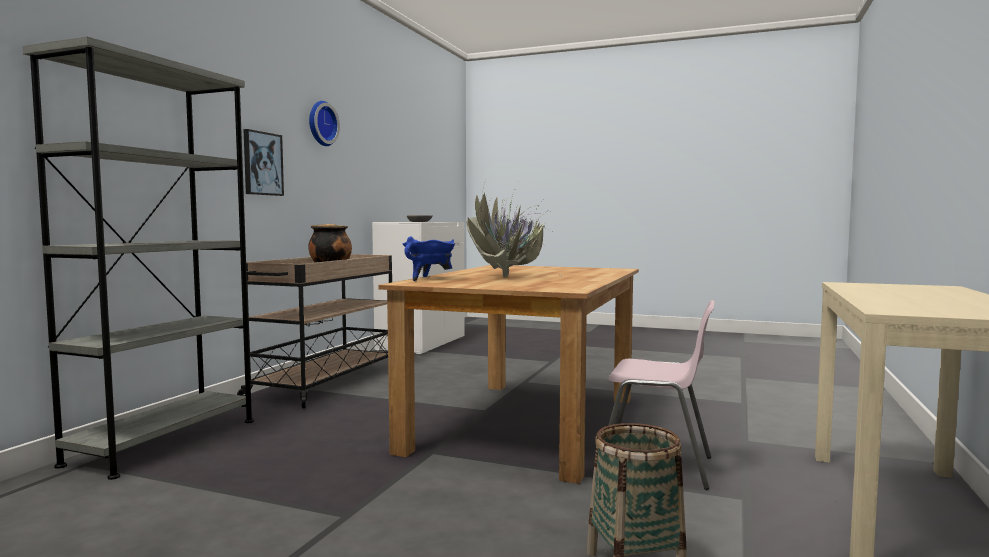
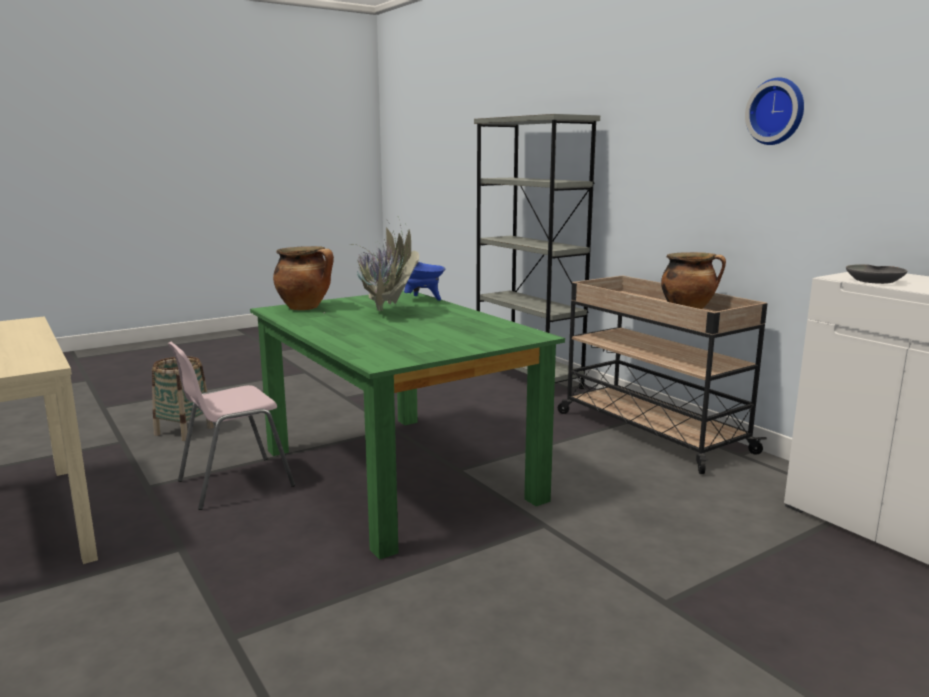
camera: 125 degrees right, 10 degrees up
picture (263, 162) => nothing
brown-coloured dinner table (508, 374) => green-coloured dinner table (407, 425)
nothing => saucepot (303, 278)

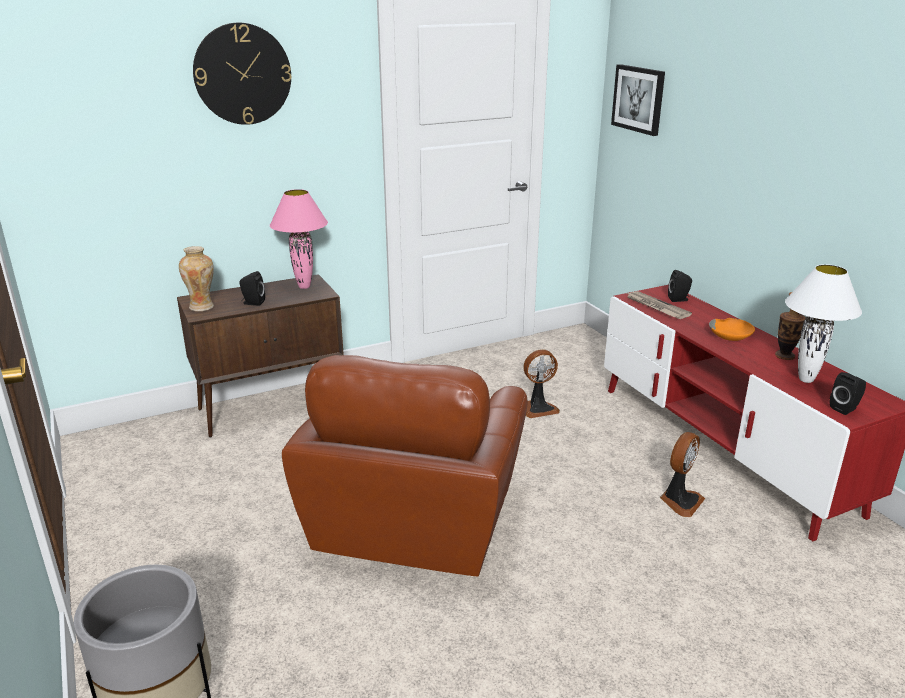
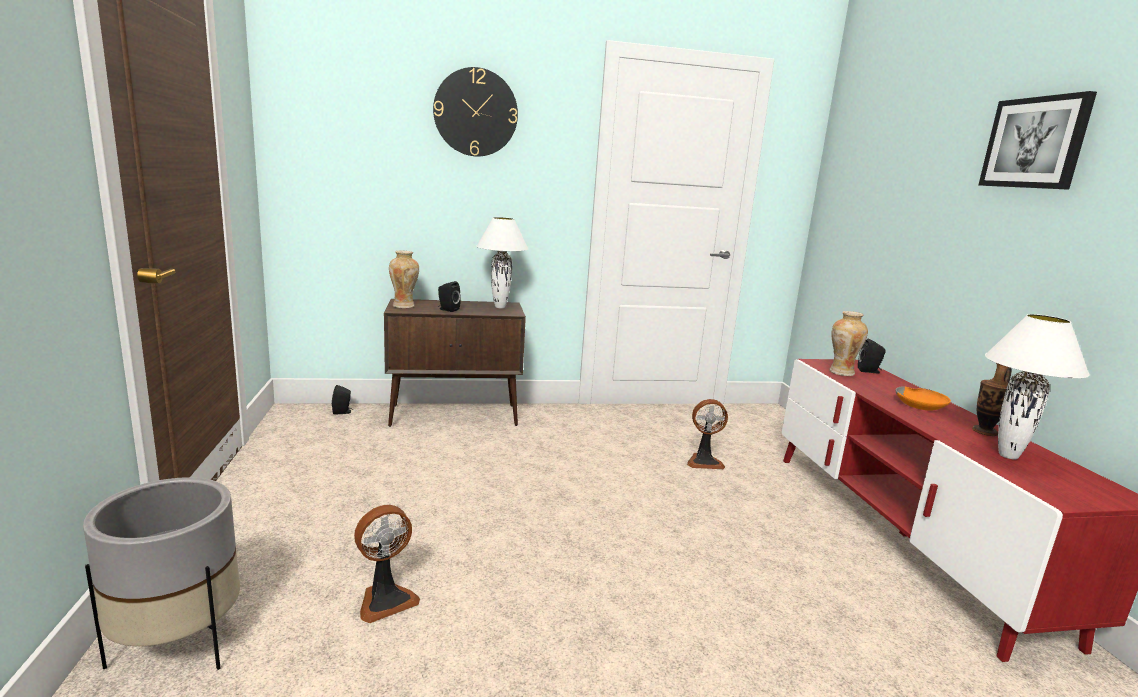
camera: 15 degrees right, 10 degrees down
pink table lamp (299, 239) => white table lamp (502, 262)
brown-coloured lounge chair (405, 465) => nothing
picture (638, 100) => picture (1037, 140), shifted
newspaper (659, 305) => decorative vase (848, 343)
fan (682, 474) => fan (387, 564), shifted
black-coloured audio speaker (848, 393) => black-coloured audio speaker (342, 400), shifted

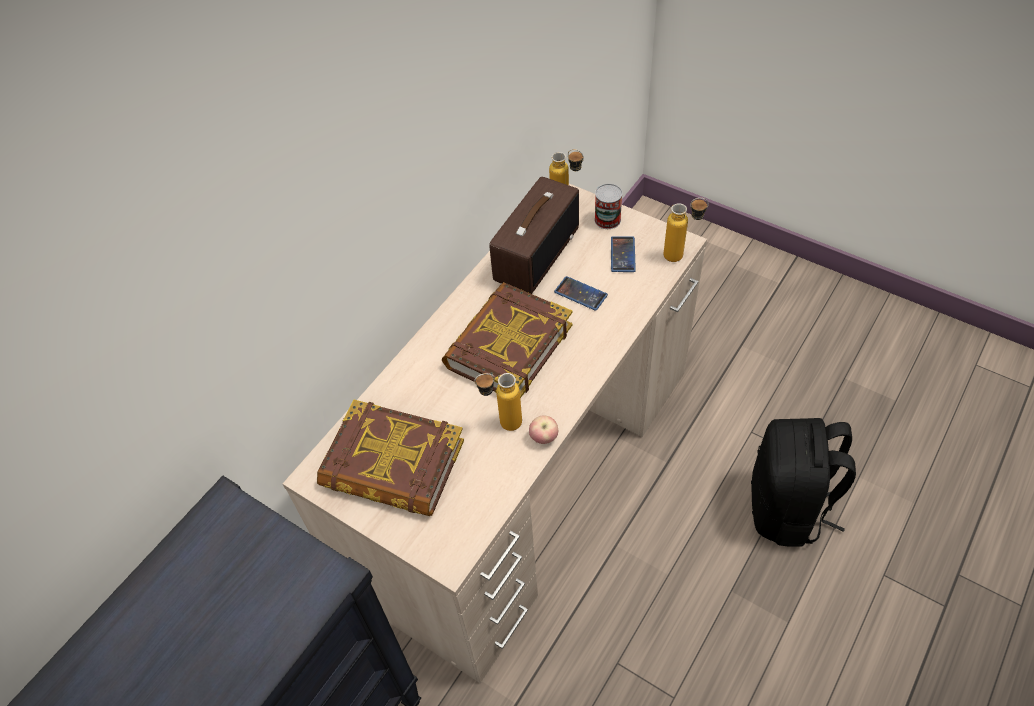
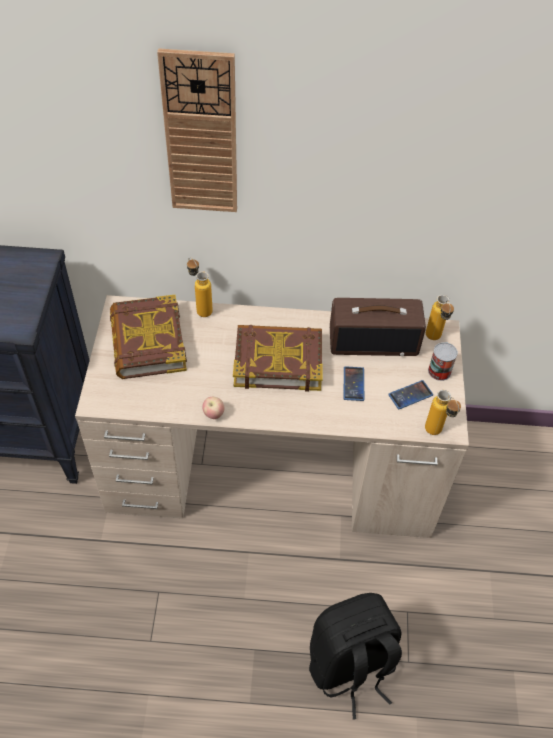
camera: 55 degrees right, 0 degrees up
bottle (498, 402) => bottle (200, 287), shifted
nothing => wall clock (197, 130)

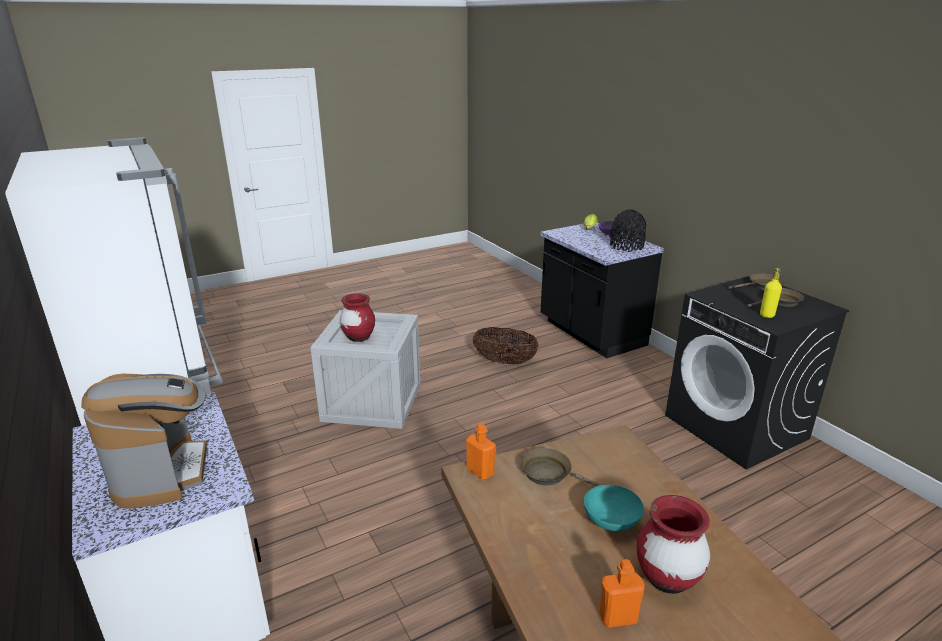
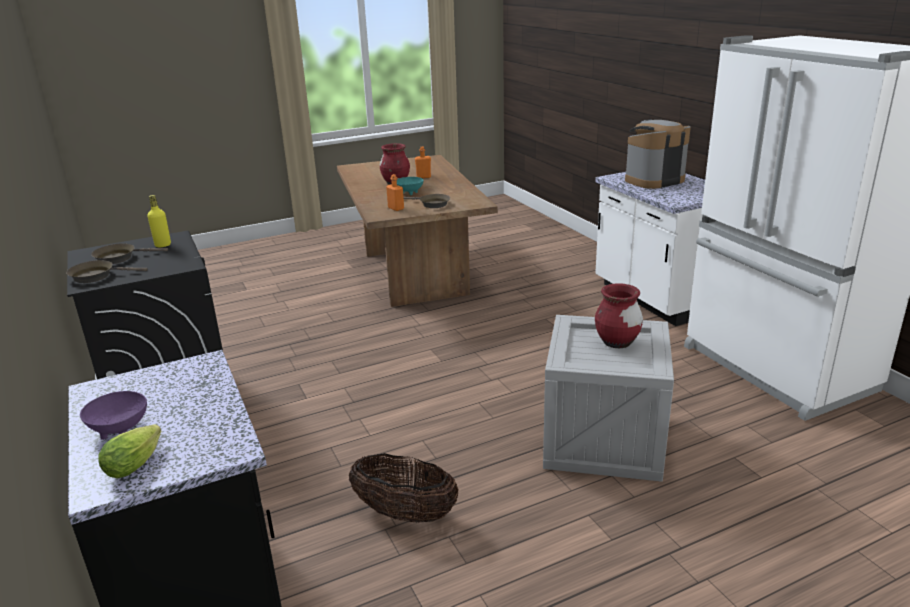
camera: 175 degrees left, 0 degrees up
coffee machine (144, 441) => coffee machine (658, 154), 75 degrees clockwise
orangey bottle (480, 451) => orangey bottle (395, 192), shifted
black-coloured decorative vase (628, 230) => nothing

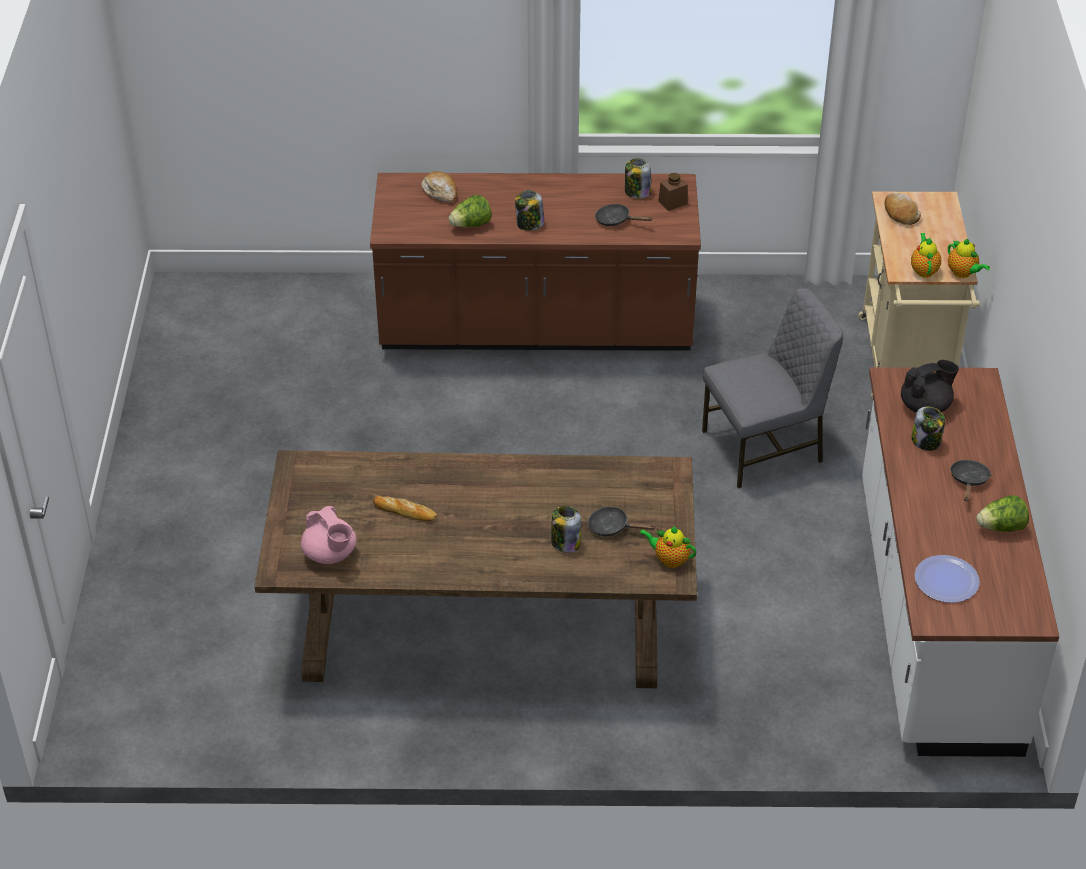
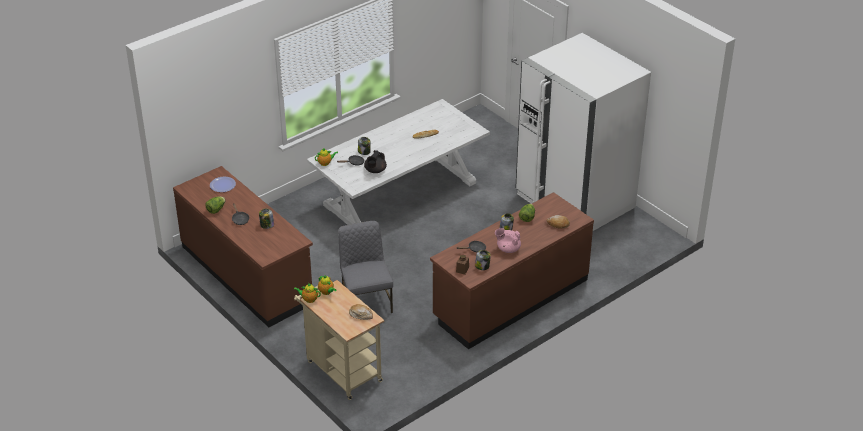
camera: 140 degrees right, 5 degrees down
brown-coloured dinner table (475, 569) => white dinner table (398, 162)
pink teapot (329, 535) => pink teapot (508, 240), shifted
gray chair (772, 388) => gray chair (365, 267), 135 degrees clockwise
white counter (960, 562) => brown-coloured counter (243, 246)
black-coloured teapot (930, 386) => black-coloured teapot (375, 161), shifted
nothing => white refrigerator (583, 132)

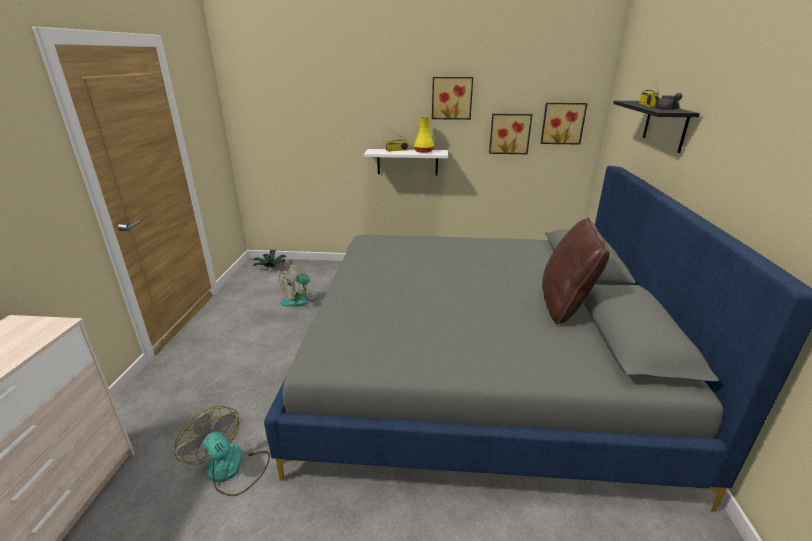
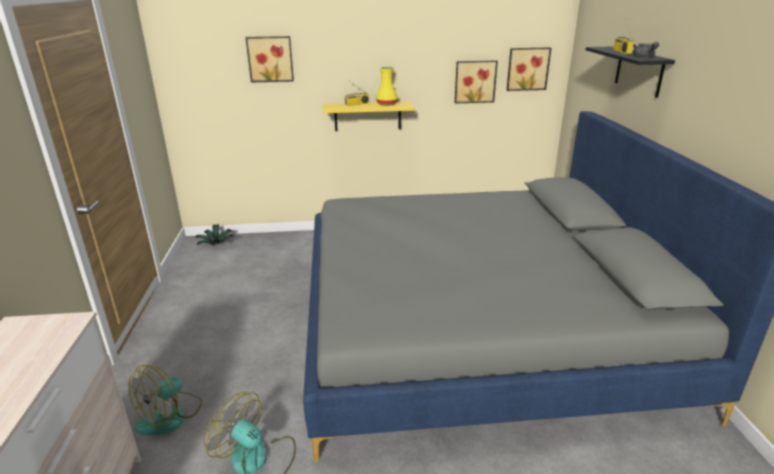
camera: 10 degrees left, 0 degrees up
fan (299, 284) => fan (165, 400), shifted
white bracket shelf (406, 162) => yellowish bracket shelf (369, 116)
picture (452, 98) => picture (269, 59), shifted
brown-coloured pillow (576, 271) => nothing

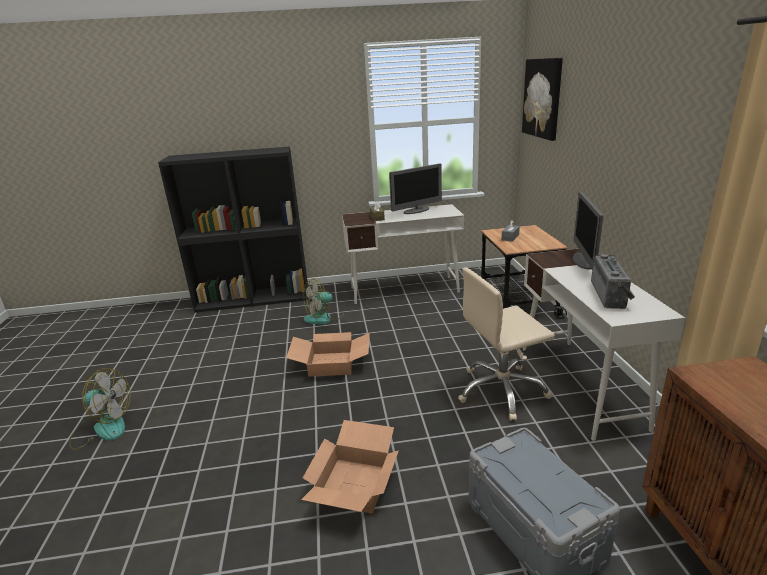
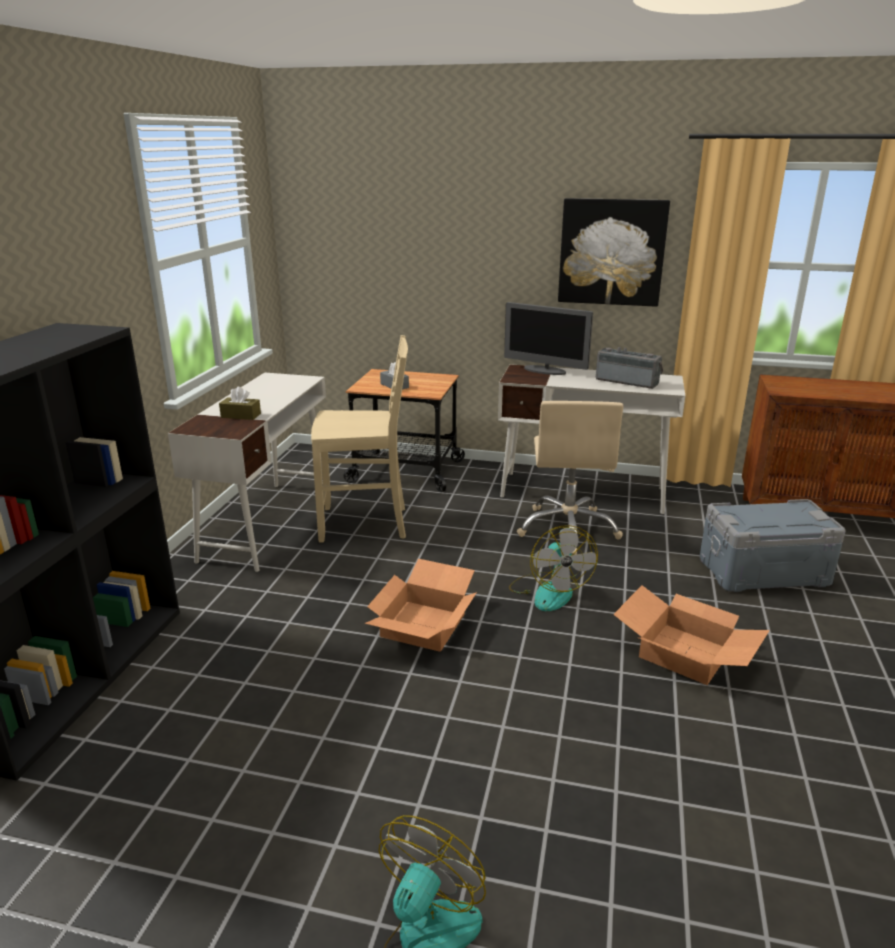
camera: 70 degrees left, 0 degrees up
fan (324, 301) => fan (553, 568), shifted
computer screen (415, 188) => nothing
picture (542, 99) => picture (614, 252), shifted
nothing => beige chair (359, 439)

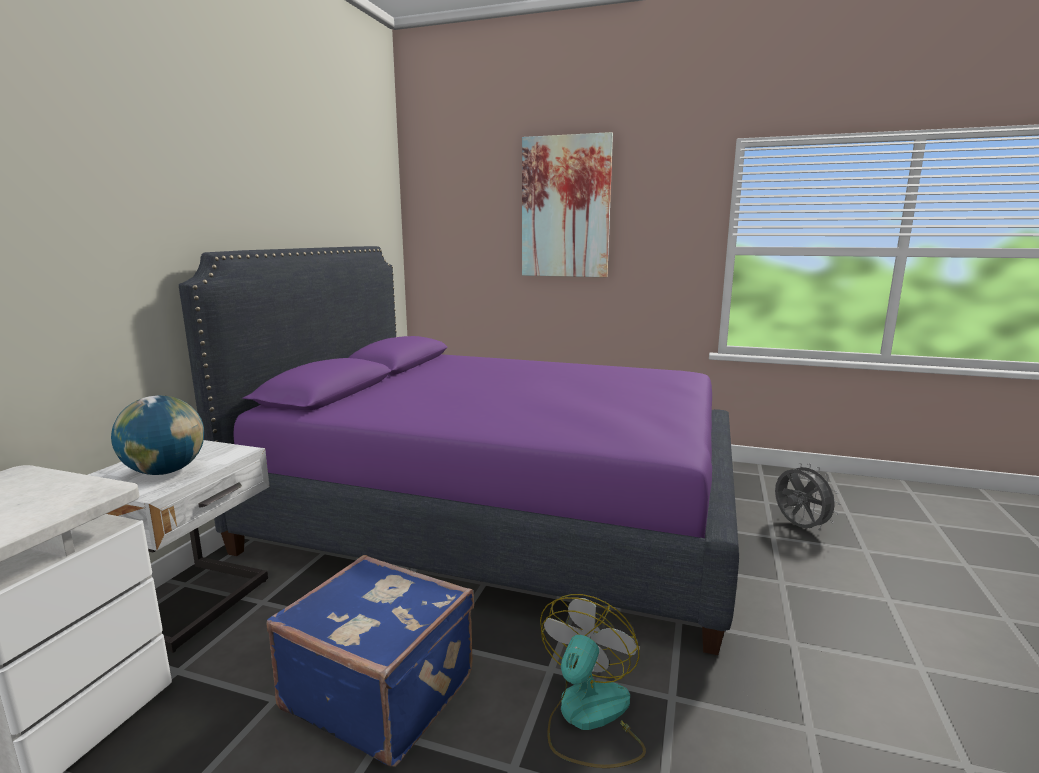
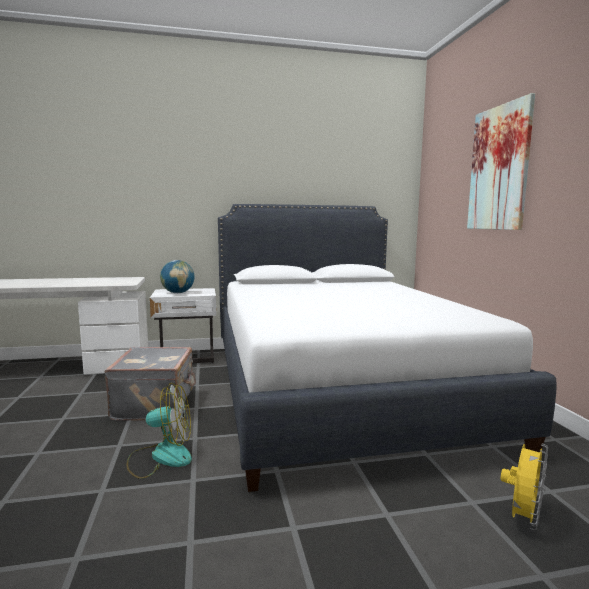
camera: 60 degrees right, 5 degrees down
purple sleeping bed (459, 450) => white sleeping bed (387, 348)
bluish suitcase (370, 661) => gray suitcase (150, 384)
gray fan (807, 496) => yellowish fan (524, 487)

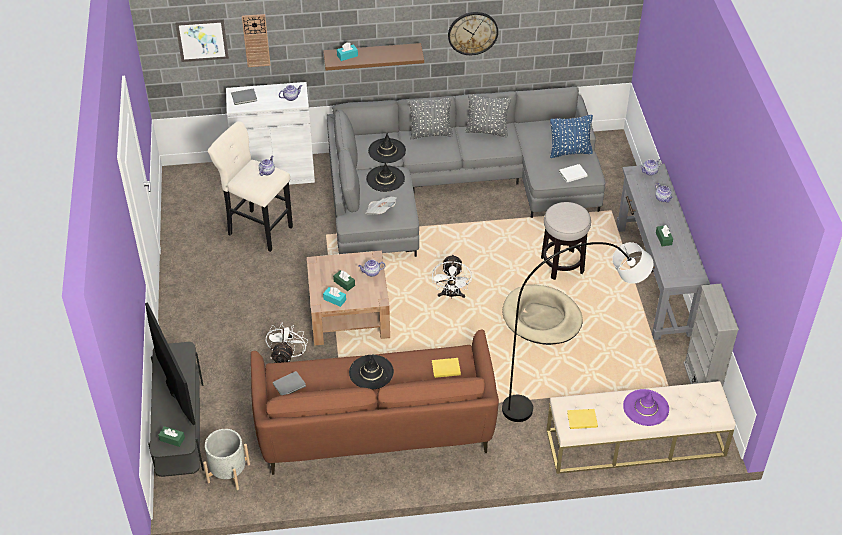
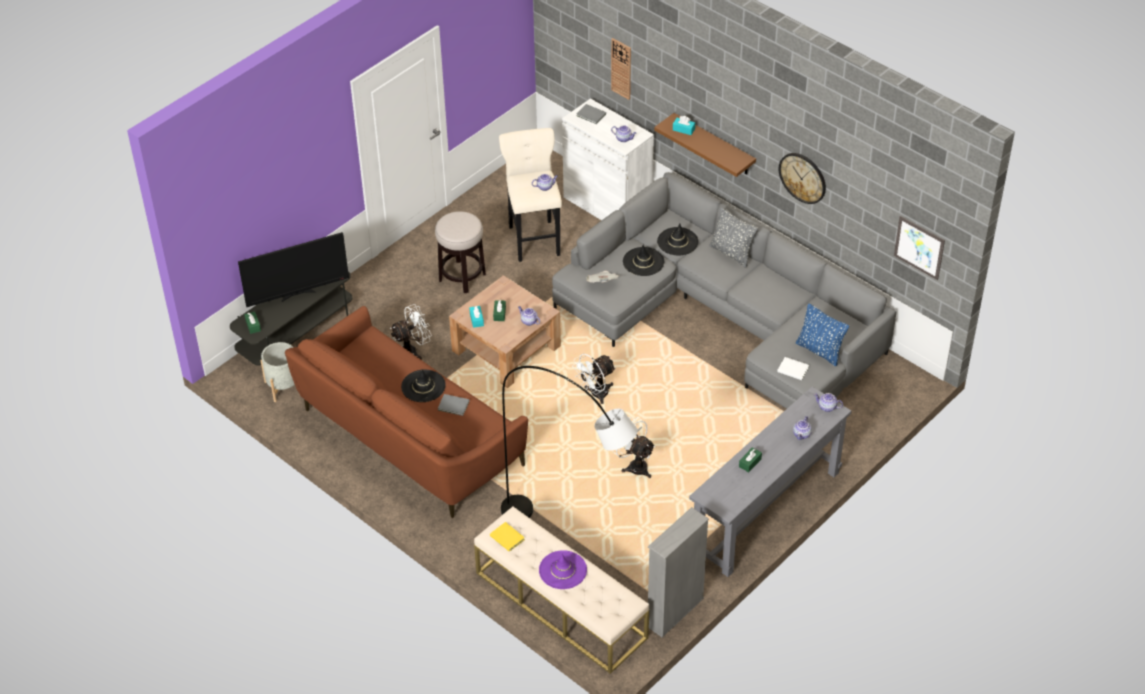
camera: 50 degrees right, 0 degrees up
TV set (170, 363) => TV set (293, 269), 45 degrees clockwise
picture (202, 40) => picture (919, 248), shifted
gray bound book (289, 383) => gray bound book (453, 405), shifted
yellowish bound book (446, 368) => nothing
gray pillow (488, 116) => nothing
beige dog cushion (543, 315) => white fan (633, 447)
stool (566, 241) => stool (460, 252), shifted

